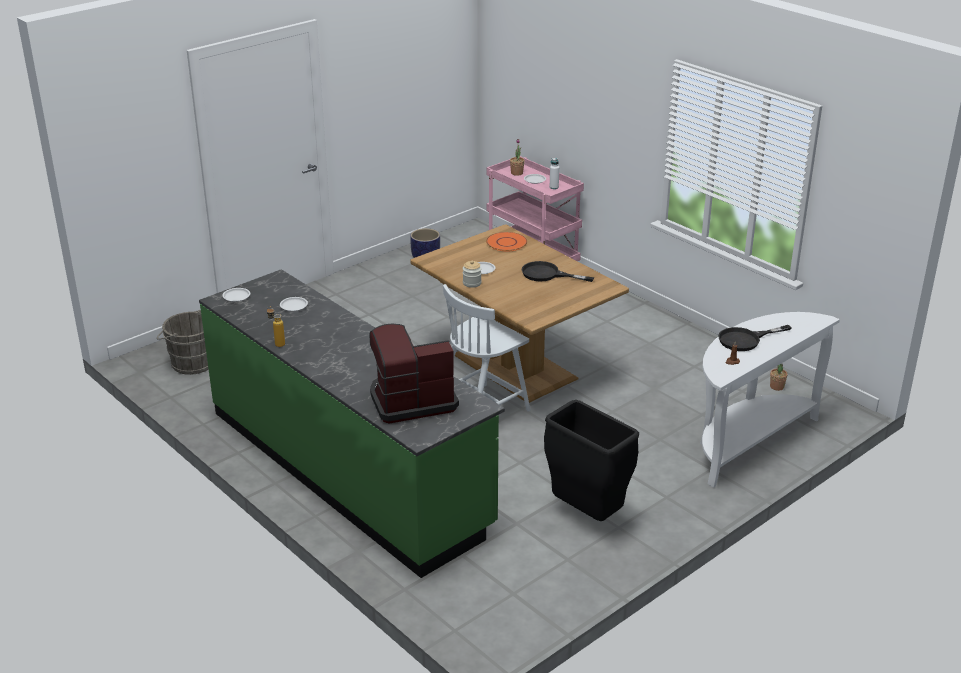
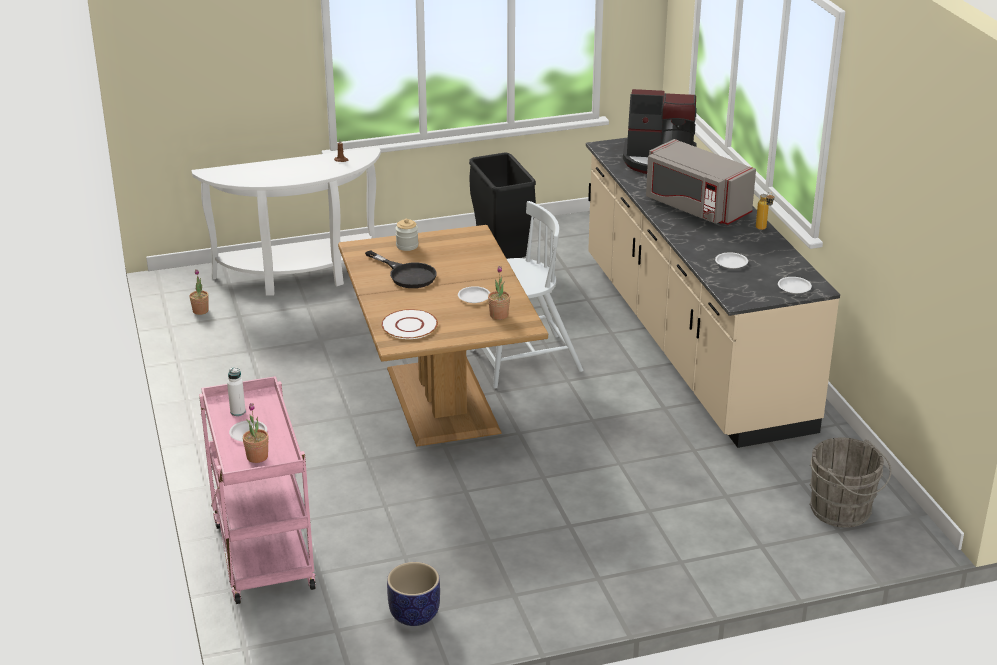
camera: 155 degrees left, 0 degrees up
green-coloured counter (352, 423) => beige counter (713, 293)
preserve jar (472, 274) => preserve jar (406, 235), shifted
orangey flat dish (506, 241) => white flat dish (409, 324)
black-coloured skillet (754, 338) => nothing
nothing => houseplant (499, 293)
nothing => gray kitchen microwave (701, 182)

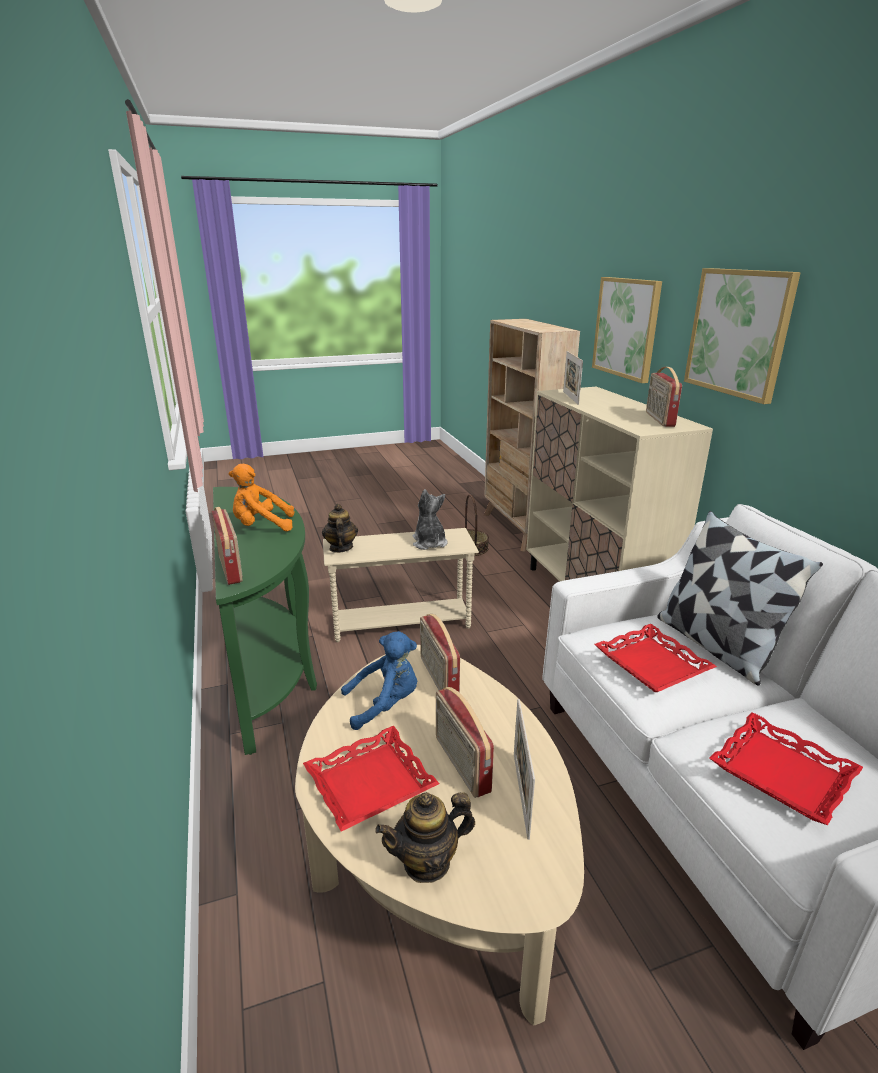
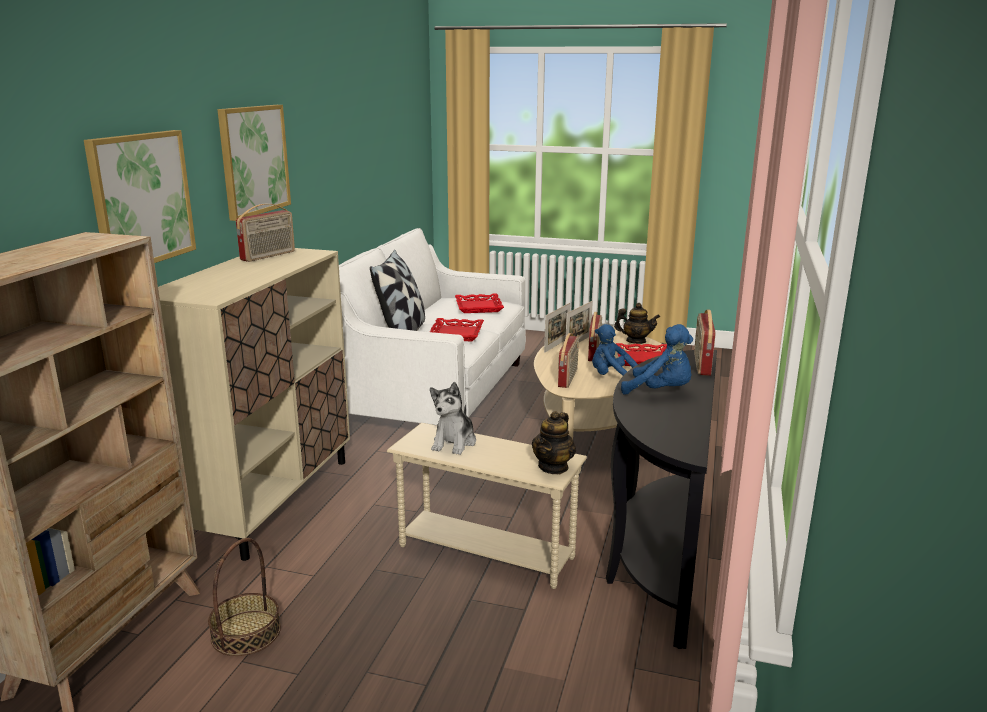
camera: 145 degrees left, 5 degrees down
green-coloured narrow table (265, 621) => black-coloured narrow table (661, 499)
orangey plush toy (261, 497) => bluish plush toy (657, 359)
picture frame (573, 378) => picture frame (557, 328), shifted

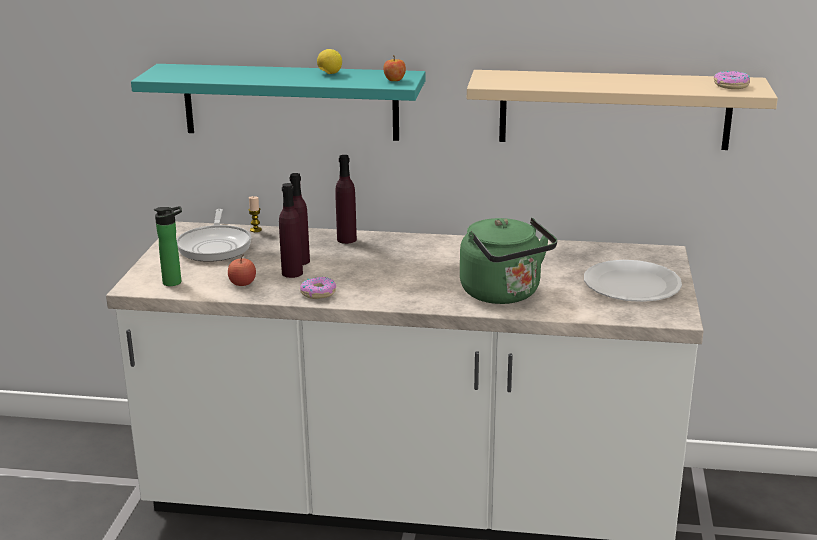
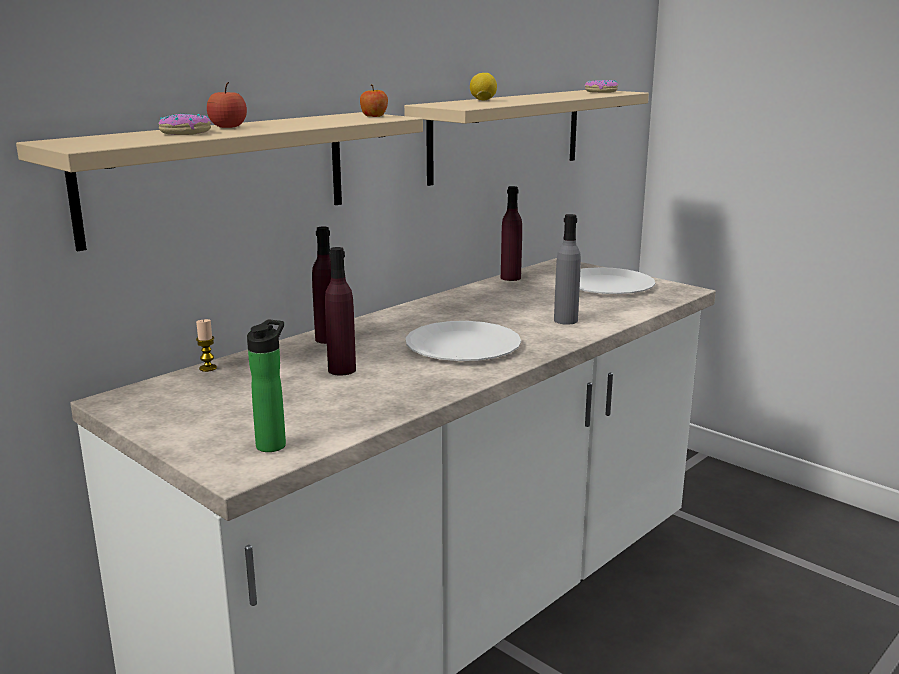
camera: 55 degrees left, 5 degrees down
turquoise bracket shelf (278, 102) => beige bracket shelf (219, 181)
skillet (214, 235) => nothing
whole apple (242, 270) => whole apple (227, 105), shifted
purple bottle (291, 230) => purple bottle (511, 233), shifted
donut (318, 288) => donut (185, 124), shifted
citrus fruit (329, 61) => citrus fruit (483, 87), shifted
green-coloured kettle (508, 261) => gray bottle (567, 269)
nothing => white flat dish (463, 341)

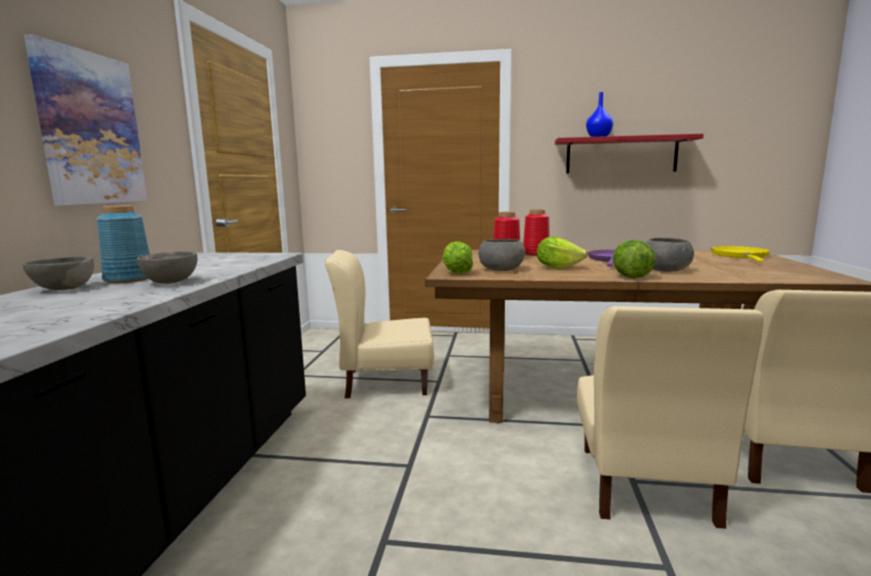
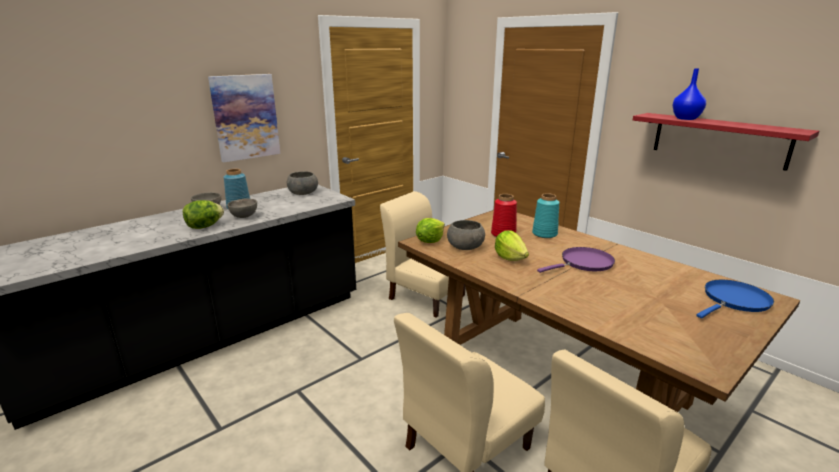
camera: 40 degrees right, 10 degrees up
red-coloured decorative vase (536, 232) => turquoise decorative vase (545, 215)
head of lettuce (634, 258) => head of lettuce (203, 214), shifted
gray deep dish (669, 255) => gray deep dish (302, 183), shifted
yellowish skillet (740, 254) => bluish skillet (735, 299)

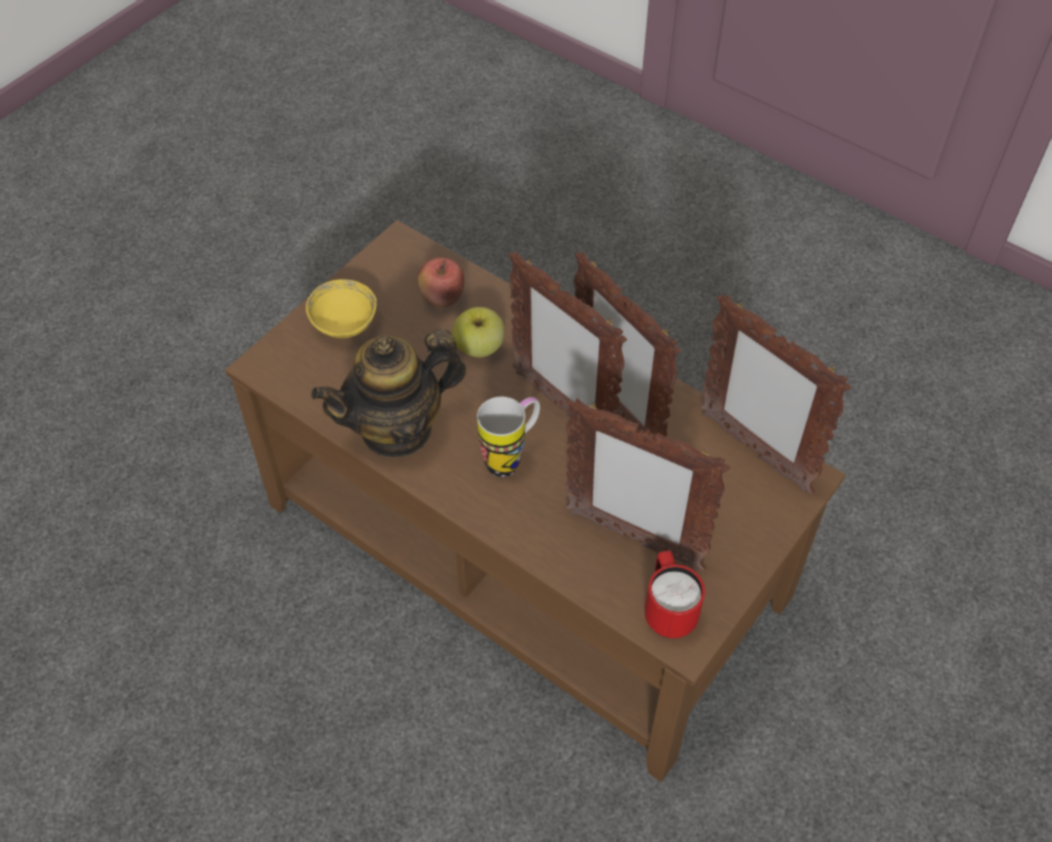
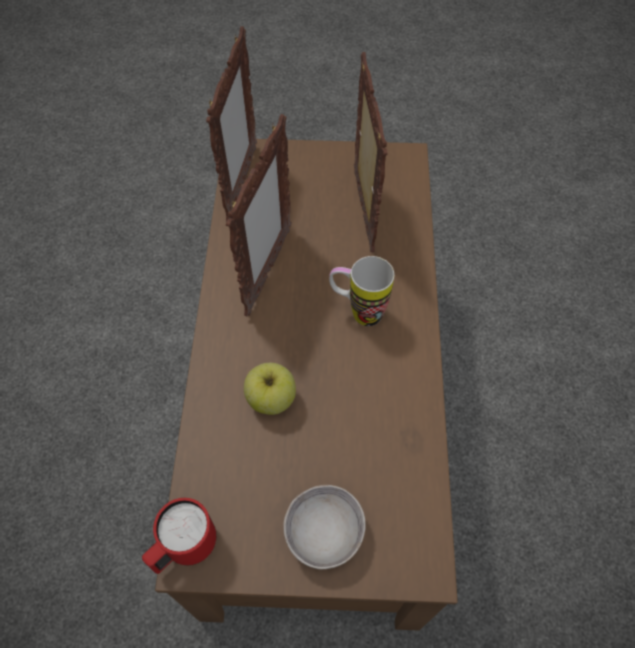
camera: 125 degrees left, 5 degrees up
yellowish deep dish (341, 308) => gray deep dish (324, 527)
teapot (388, 393) => nothing
whole apple (440, 282) => nothing
picture frame (567, 337) => nothing
red-coloured tea mug (675, 594) => red-coloured tea mug (179, 536), shifted

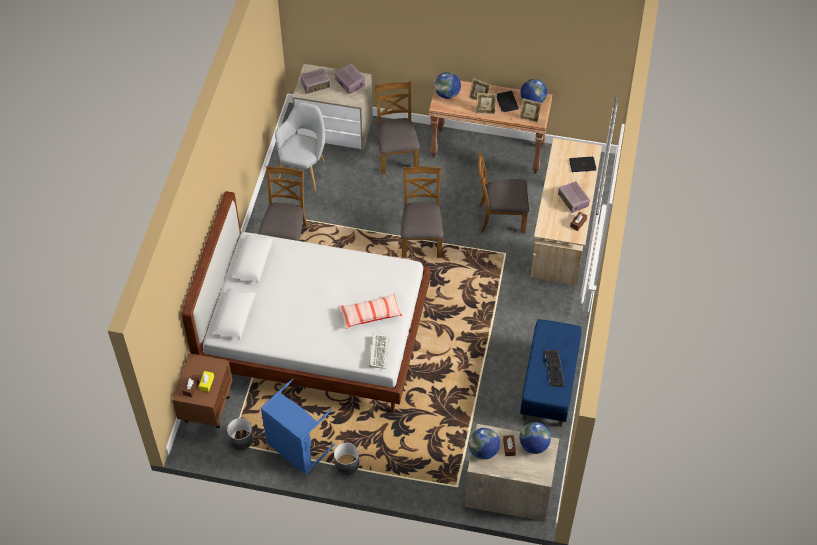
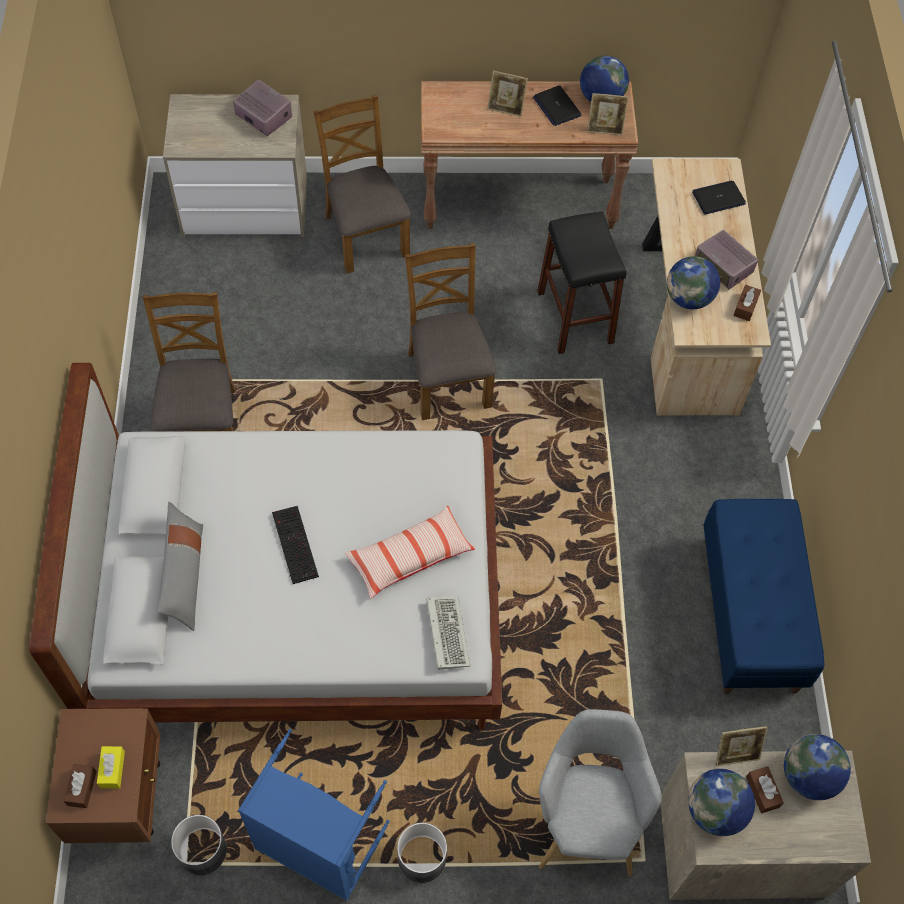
camera: 15 degrees left, 5 degrees up
gray lounge chair (300, 147) => gray lounge chair (600, 792), shifted
radio (315, 81) => nothing
globe (447, 85) => globe (693, 282), shifted
picture frame (486, 103) => picture frame (741, 746), shifted
brown-coloured chair (503, 193) => black-coloured stool (581, 282)
computer keyboard (555, 368) => computer keyboard (295, 545), shifted
nothing => gray pillow (180, 566)

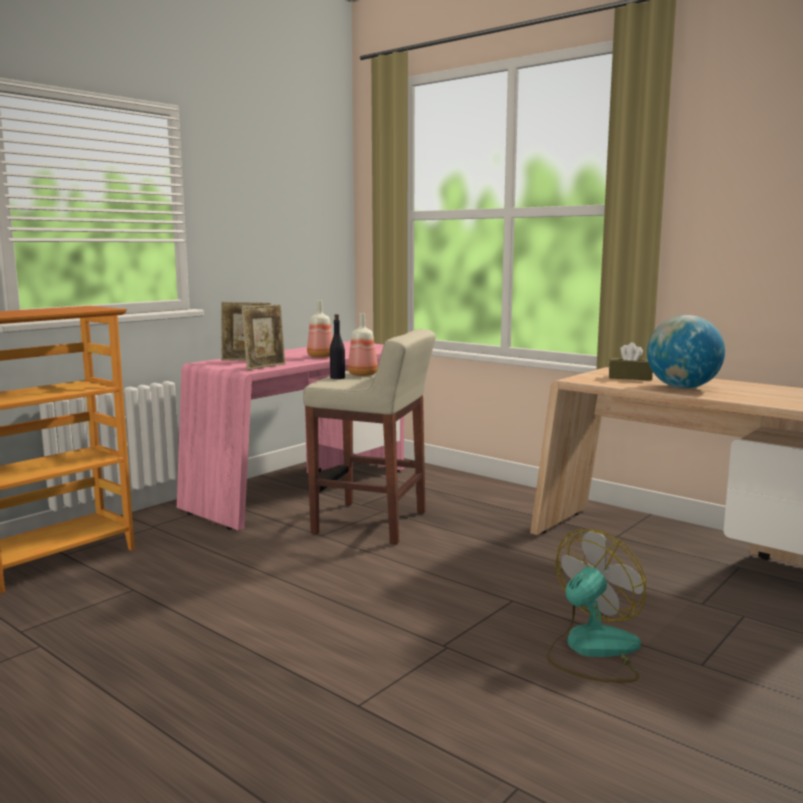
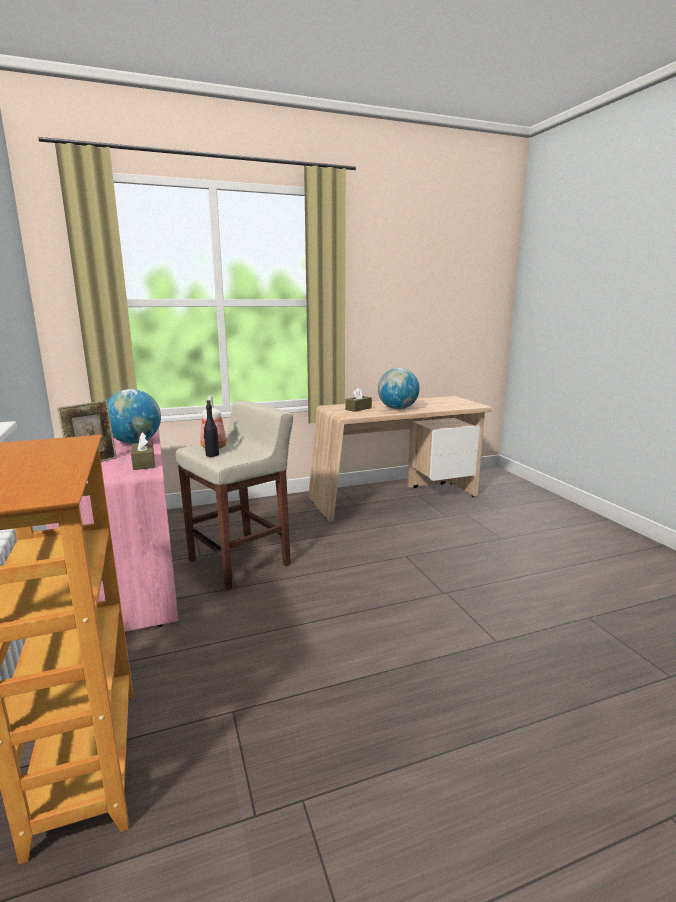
camera: 60 degrees left, 5 degrees up
picture frame (263, 337) => brown-coloured tissue holder (143, 451)
bottle (320, 329) => globe (134, 416)
fan (596, 605) => nothing

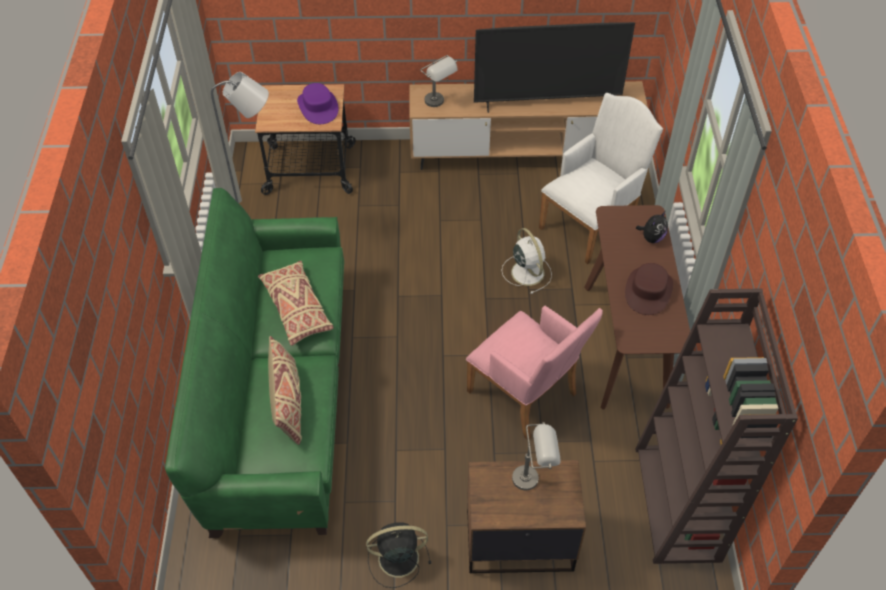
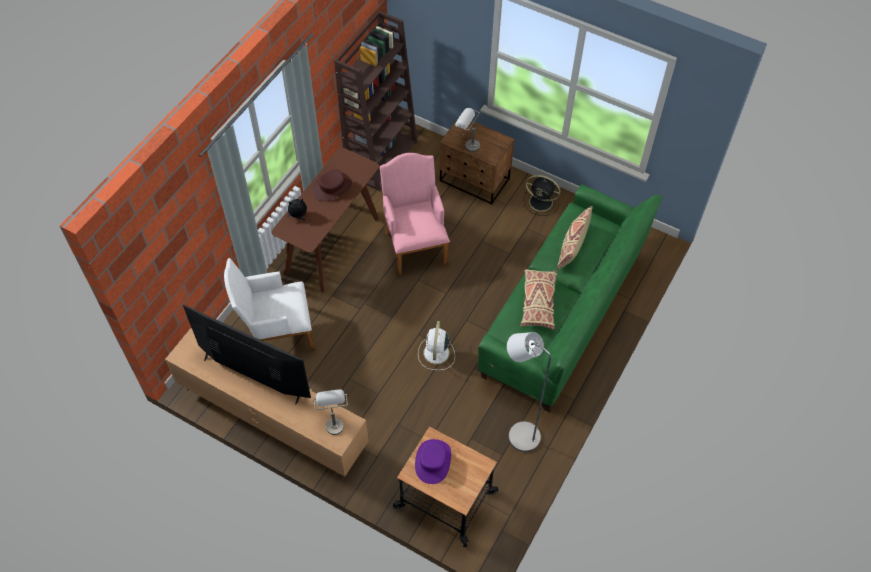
camera: 150 degrees left, 5 degrees up
white fan (527, 261) => white fan (436, 345), shifted

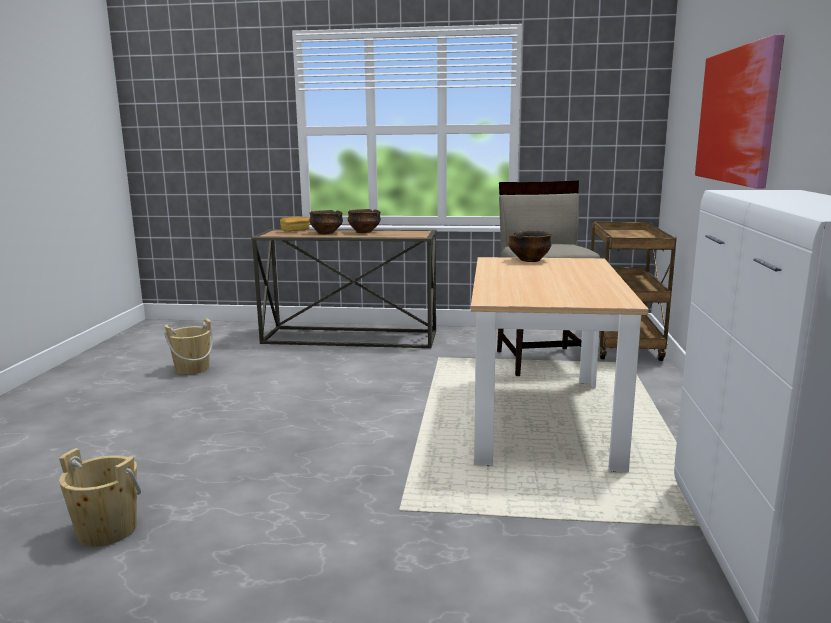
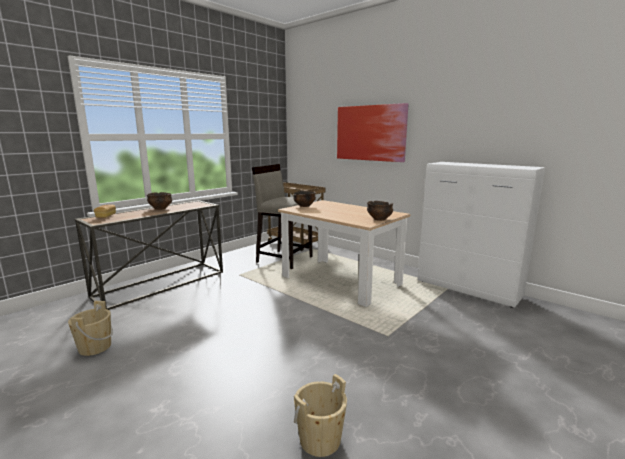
camera: 55 degrees left, 0 degrees up
deep dish (326, 222) => deep dish (380, 211), shifted

